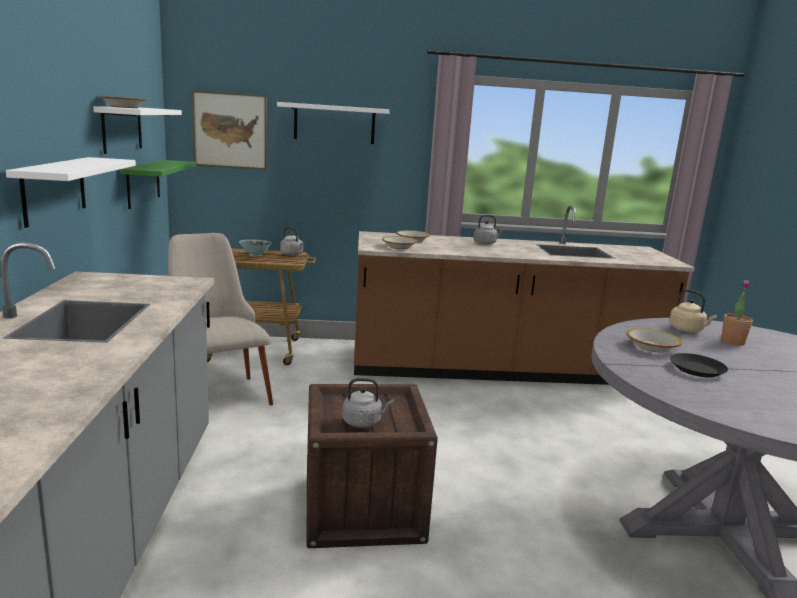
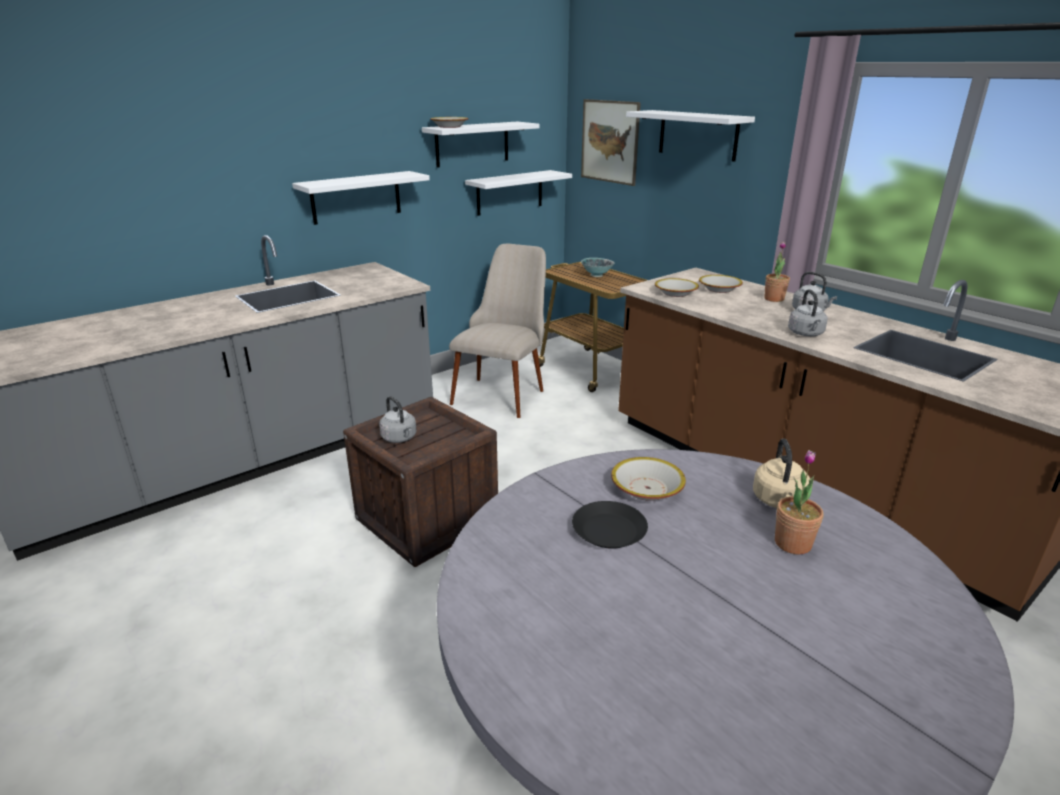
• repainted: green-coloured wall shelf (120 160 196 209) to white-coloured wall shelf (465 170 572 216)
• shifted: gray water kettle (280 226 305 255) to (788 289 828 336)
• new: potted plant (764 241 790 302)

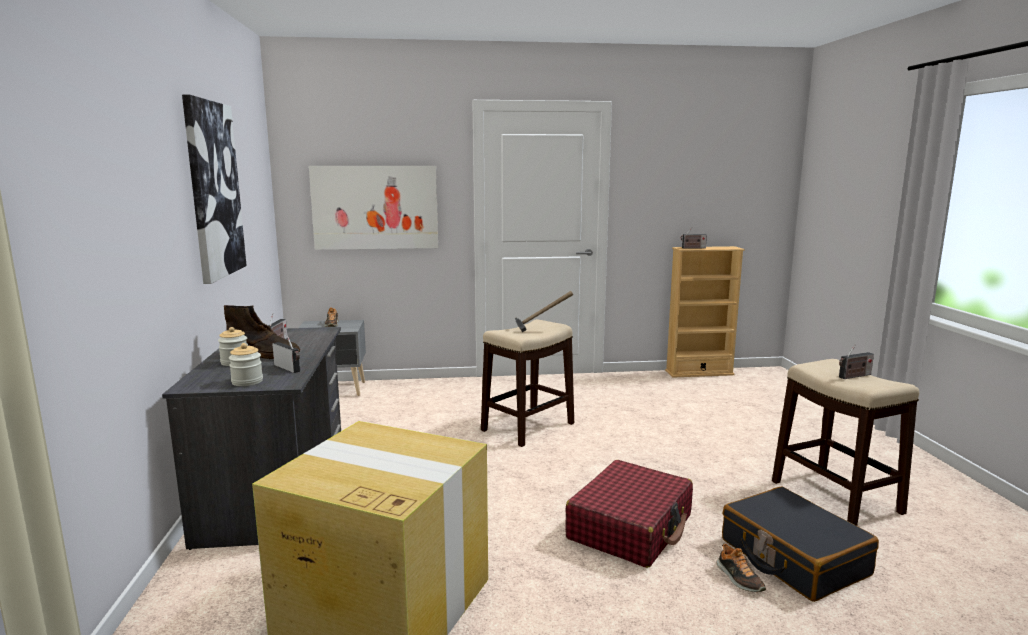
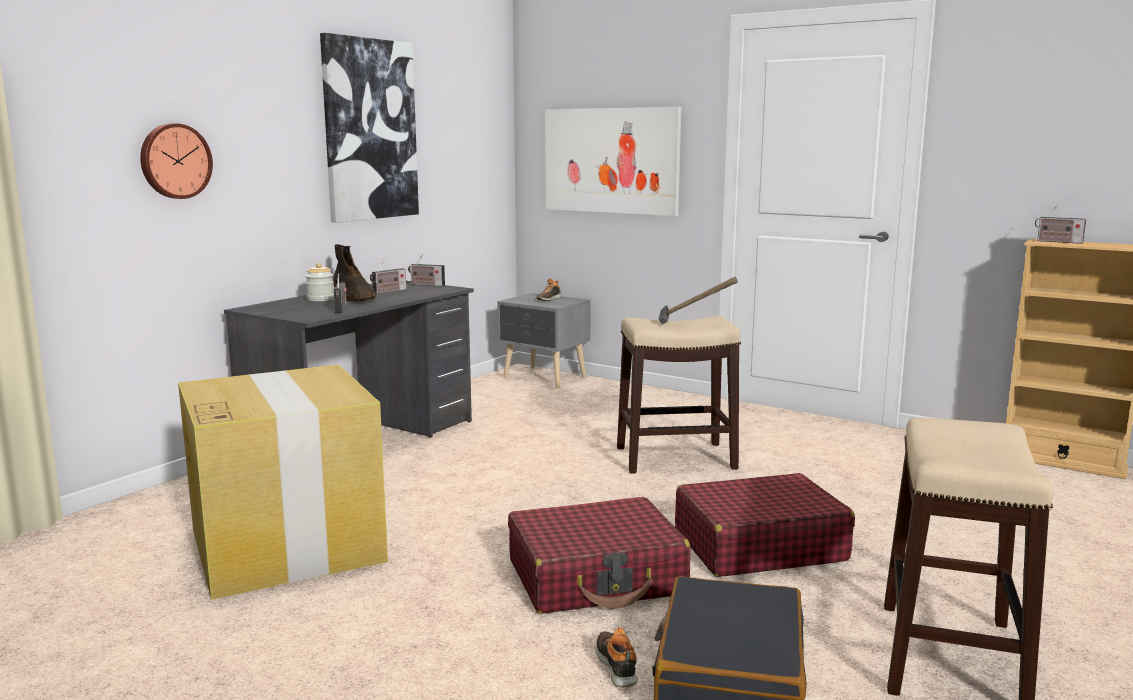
• gone: preserve jar (229 343 263 386)
• shifted: radio set (839 344 874 379) to (408 254 445 287)
• rotated: item of footwear (716 543 766 592) = (595 628 638 687) 150 degrees clockwise
• new: wall clock (140 123 213 199)
• new: red-coloured piece of luggage (675 473 855 577)

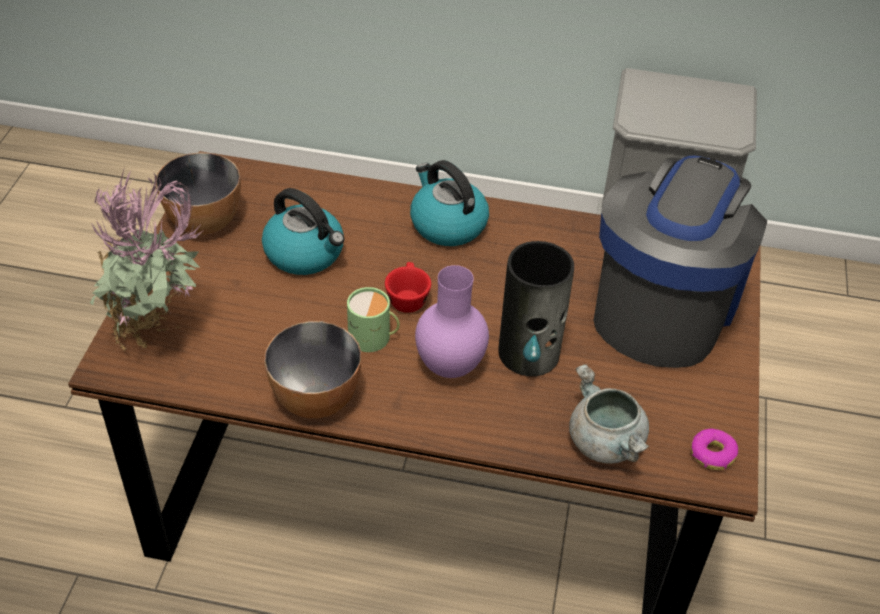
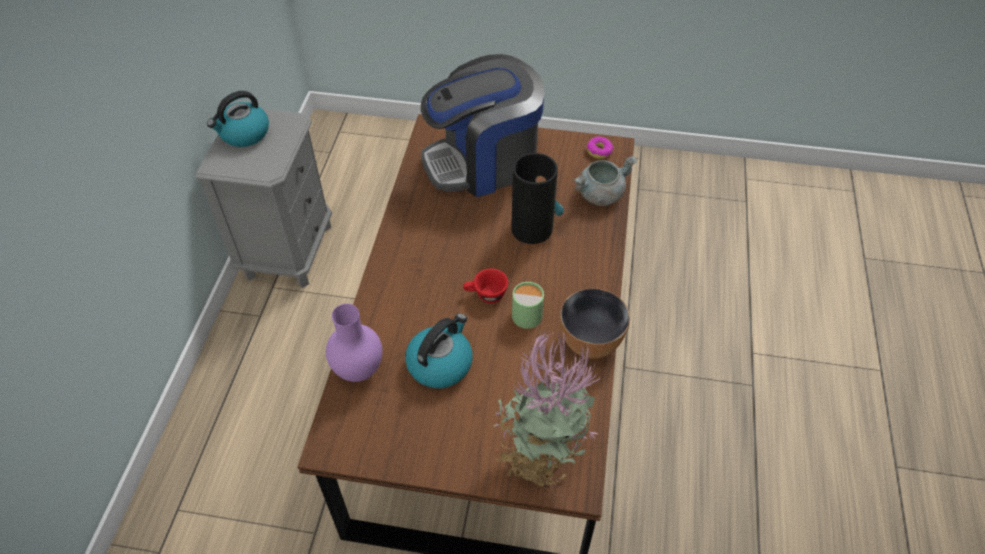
• gone: bowl (156 152 241 235)
• rotated: coffee machine (593 156 767 368) = (421 54 544 197) 45 degrees counterclockwise
• shifted: water kettle (410 160 489 246) to (207 91 269 147)
• shifted: purple-coloured flower vase (415 265 489 378) to (326 304 383 382)

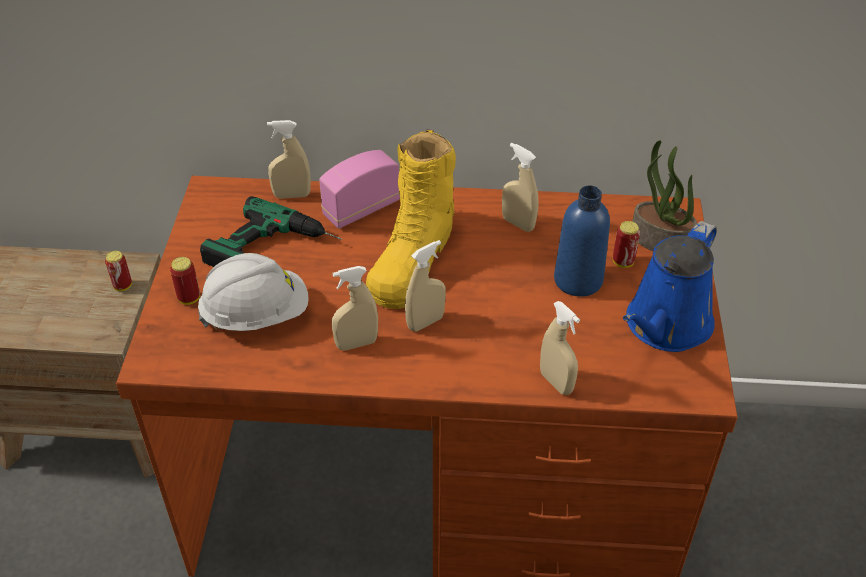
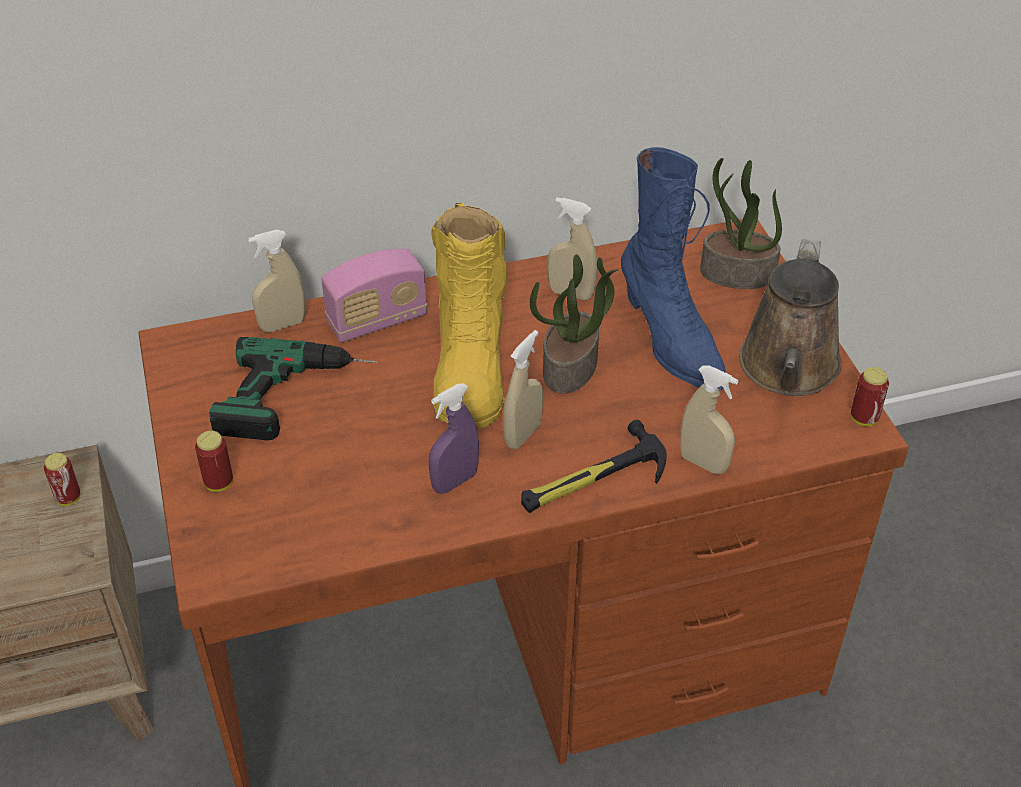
• rotated: radio set (319 150 400 229) = (321 249 427 342) 150 degrees counterclockwise
• swapped: bluish bottle (554 185 610 297) to bluish tall boot (621 147 726 391)
• shifted: can (613 221 640 268) to (851 367 889 426)
• repainted: bluish sprinkling can (623 221 717 352) to brown sprinkling can (739 239 842 396)
• gone: white-coloured work helmet (198 253 309 331)
• repainted: sand-coloured spray bottle (332 266 378 351) to purple-coloured spray bottle (429 383 479 494)
• new: potted plant (530 254 618 394)
• new: hammer (521 420 667 513)

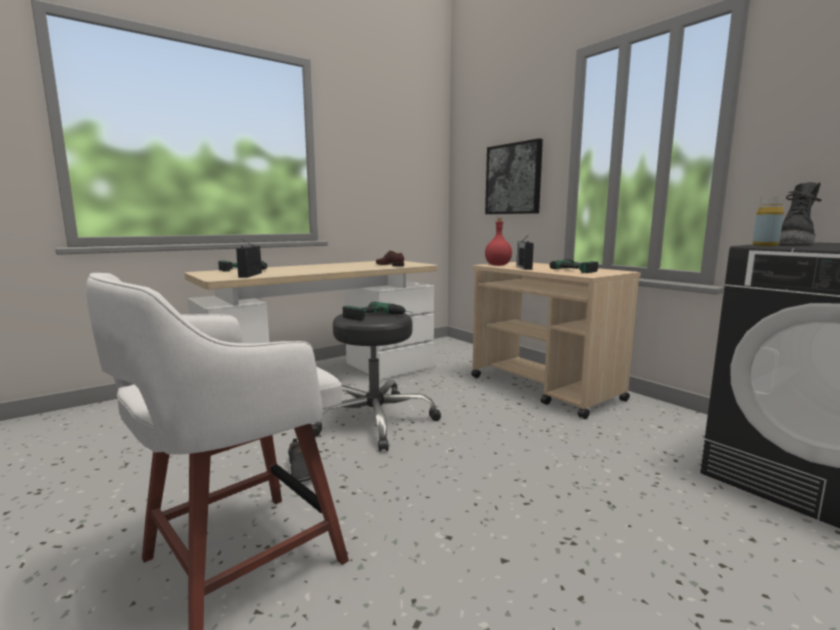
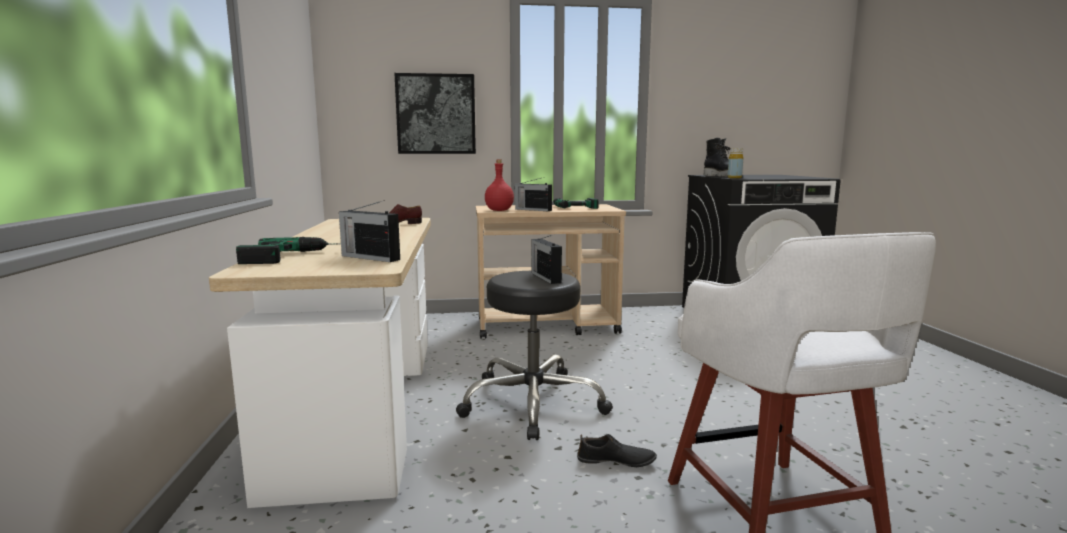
• swapped: electric drill (343 302 413 321) to radio set (532 235 562 284)

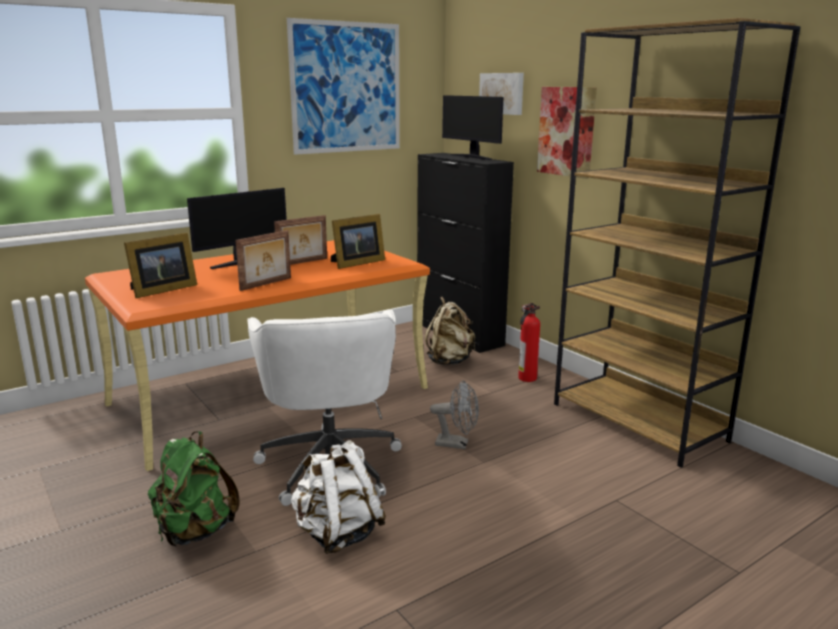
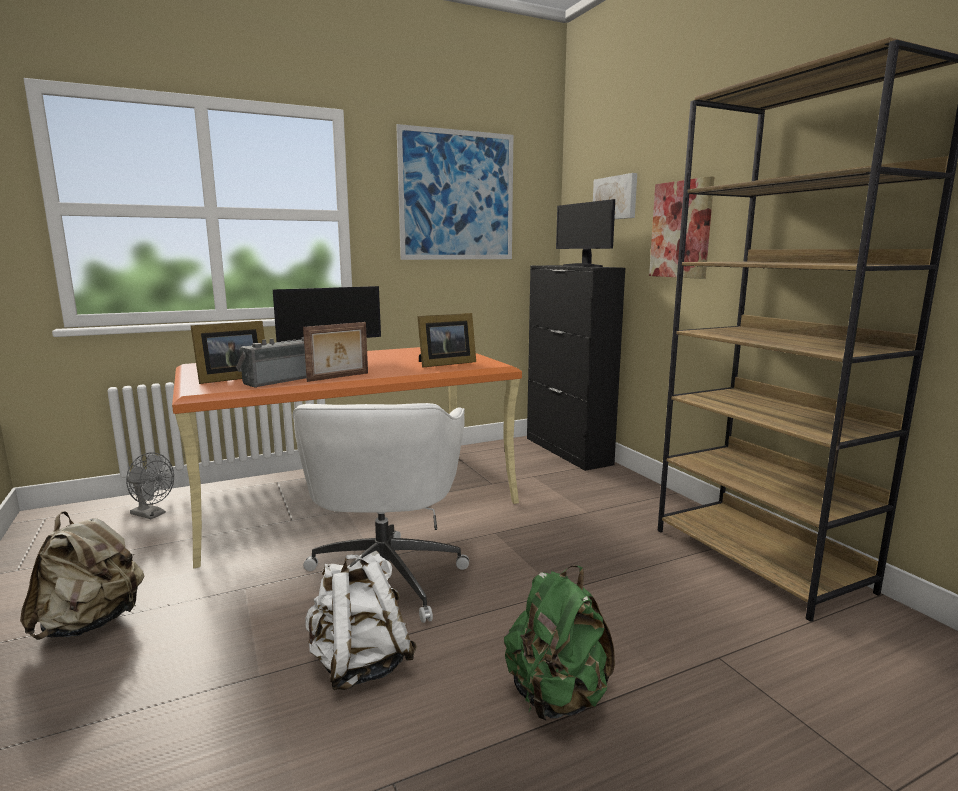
• gone: picture frame (274 215 327 265)
• shifted: sand-coloured backpack (425 297 475 365) to (20 511 144 640)
• gone: fire extinguisher (518 303 540 382)
• shifted: gray fan (430 381 479 449) to (126 452 174 519)
• shifted: green-coloured backpack (148 431 240 546) to (504 566 615 721)
• new: radio set (236 337 306 388)

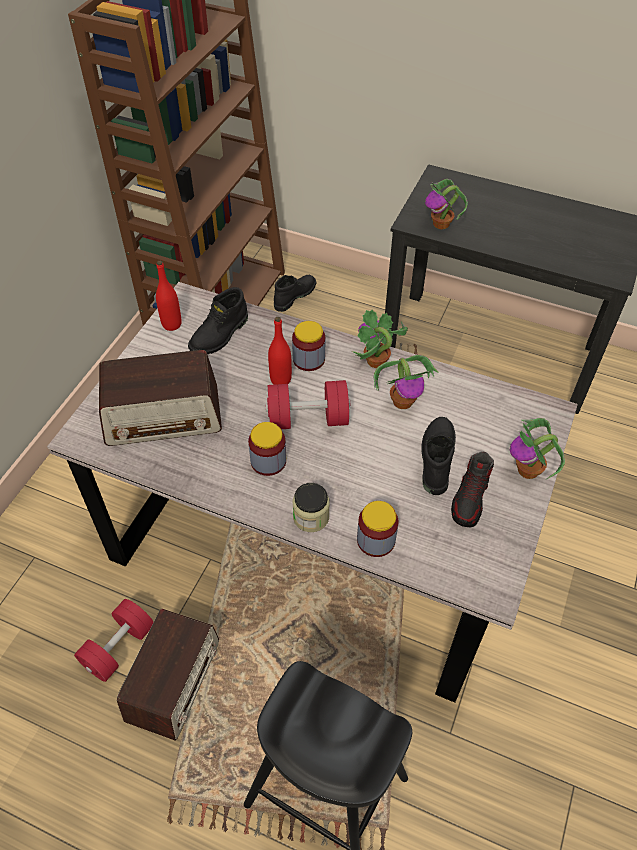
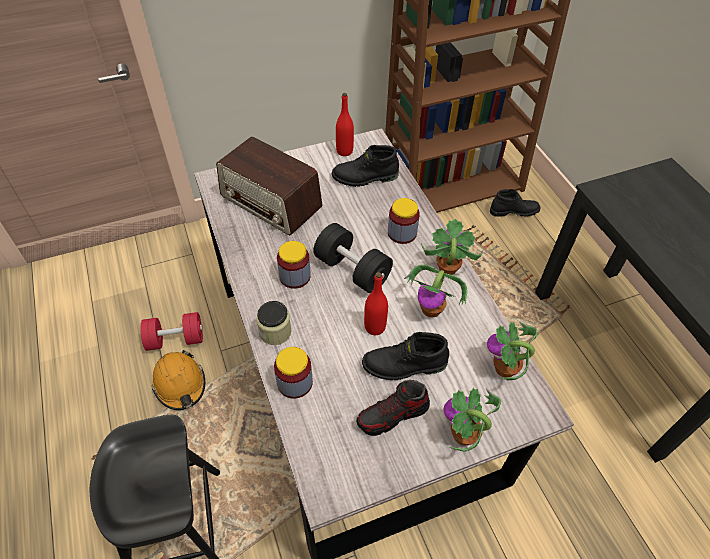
• shifted: potted plant (425 179 468 229) to (487 322 537 380)
• shifted: red-coloured bottle (268 317 292 385) to (364 272 388 335)
• repainted: red-coloured dumbbell (265 380 350 429) to black dumbbell (313 223 393 293)
• rotated: black tall boot (421 417 456 495) = (362 332 449 380) 150 degrees counterclockwise
• swapped: radio set (117 609 219 741) to orange work helmet (152 350 205 410)

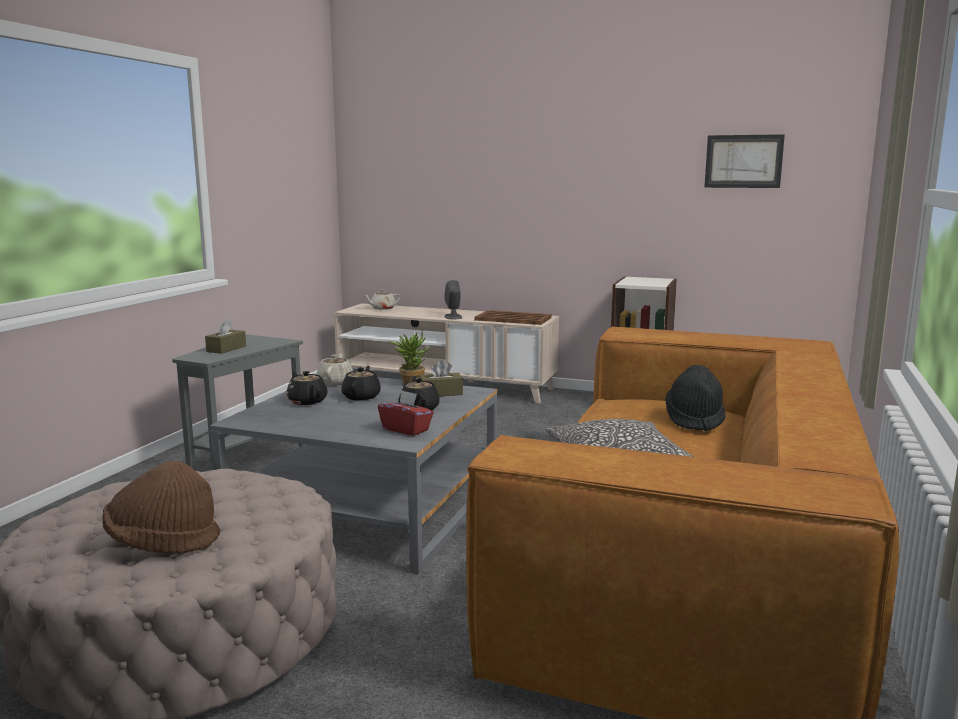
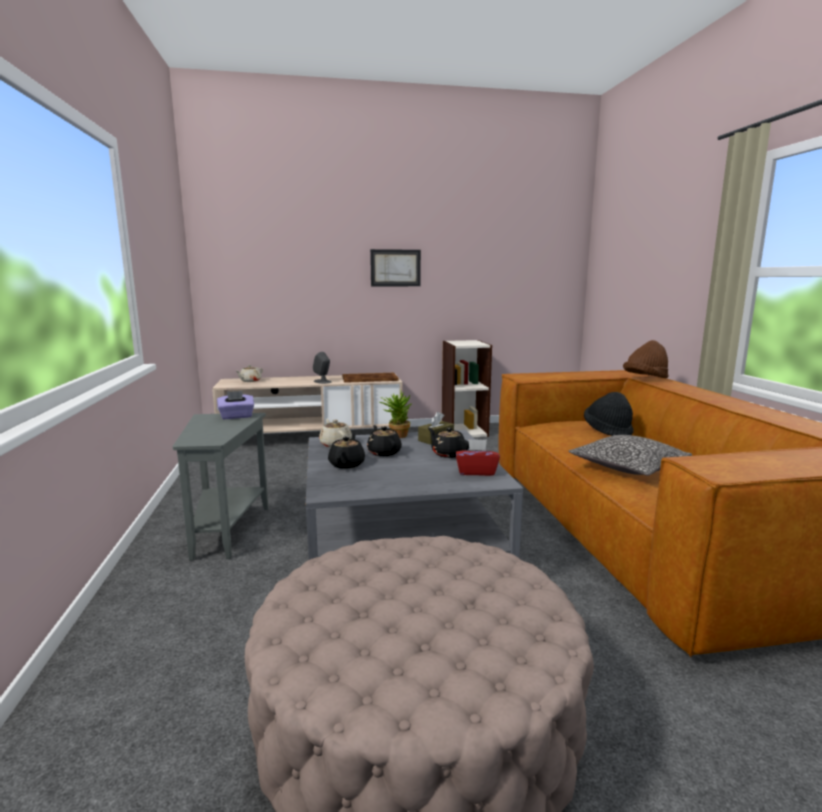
• shifted: wall picture (704 134 785 188) to (370 249 421 286)
• gone: brown tissue holder (205 318 246 354)
• rotated: black pot for tea (287 371 327 405) = (328 434 365 469) 75 degrees clockwise
• shifted: brown wearable hat (102 461 220 553) to (623 340 669 378)
• new: purple-coloured tissue holder (217 391 254 419)

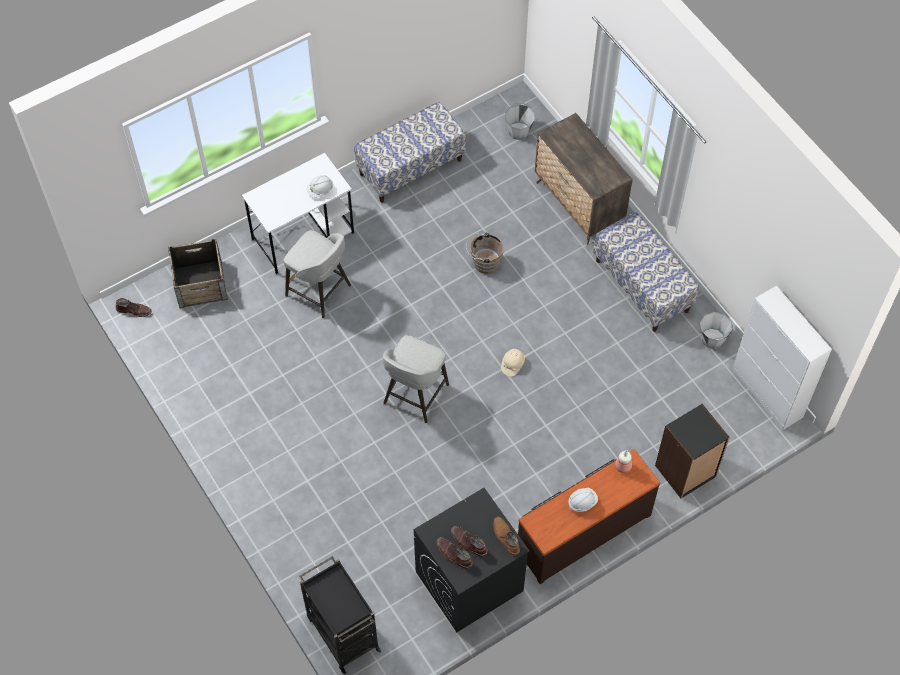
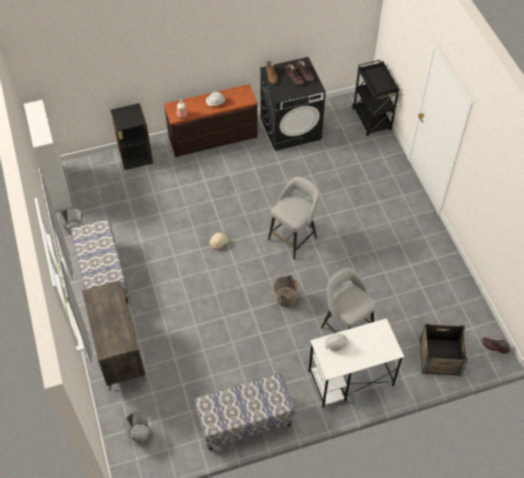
• shifted: brown bucket (466 232 504 274) to (273 275 303 307)

